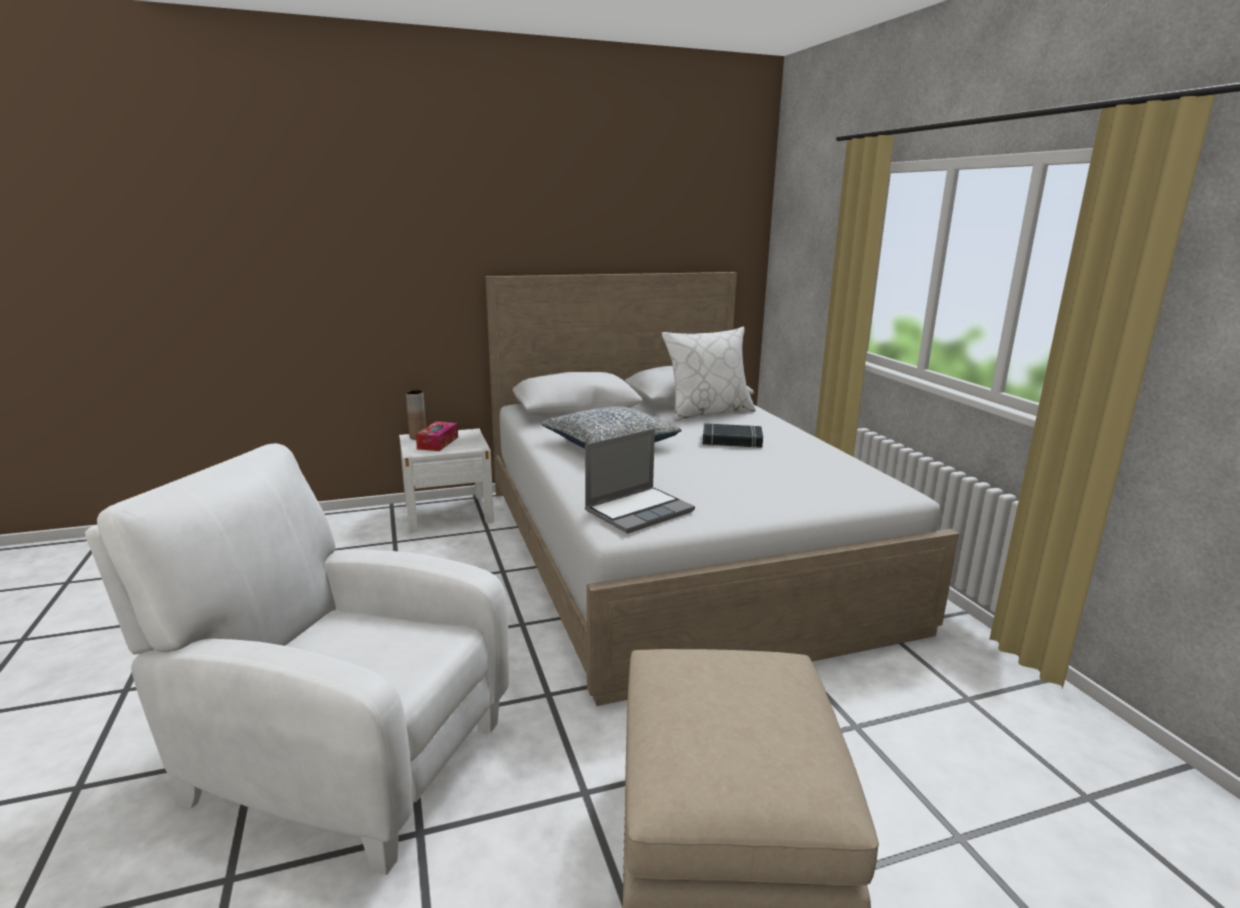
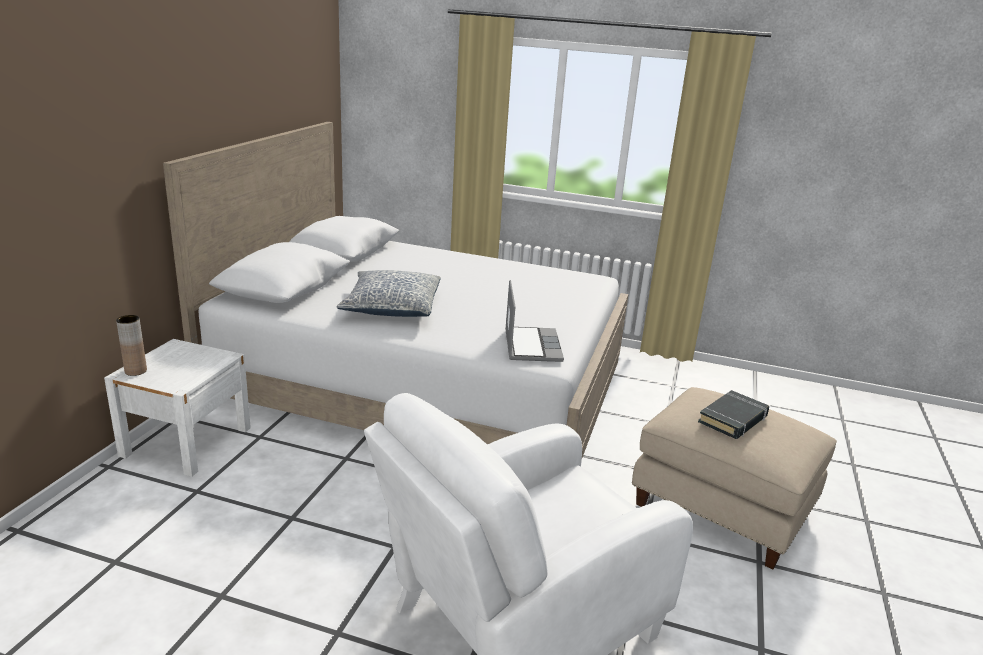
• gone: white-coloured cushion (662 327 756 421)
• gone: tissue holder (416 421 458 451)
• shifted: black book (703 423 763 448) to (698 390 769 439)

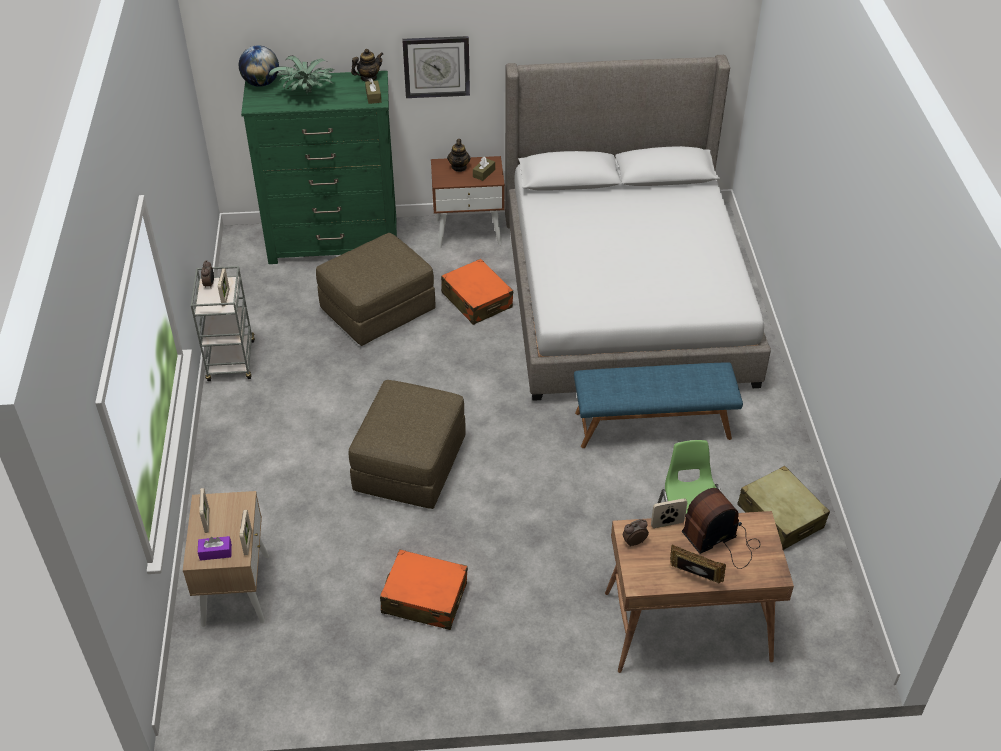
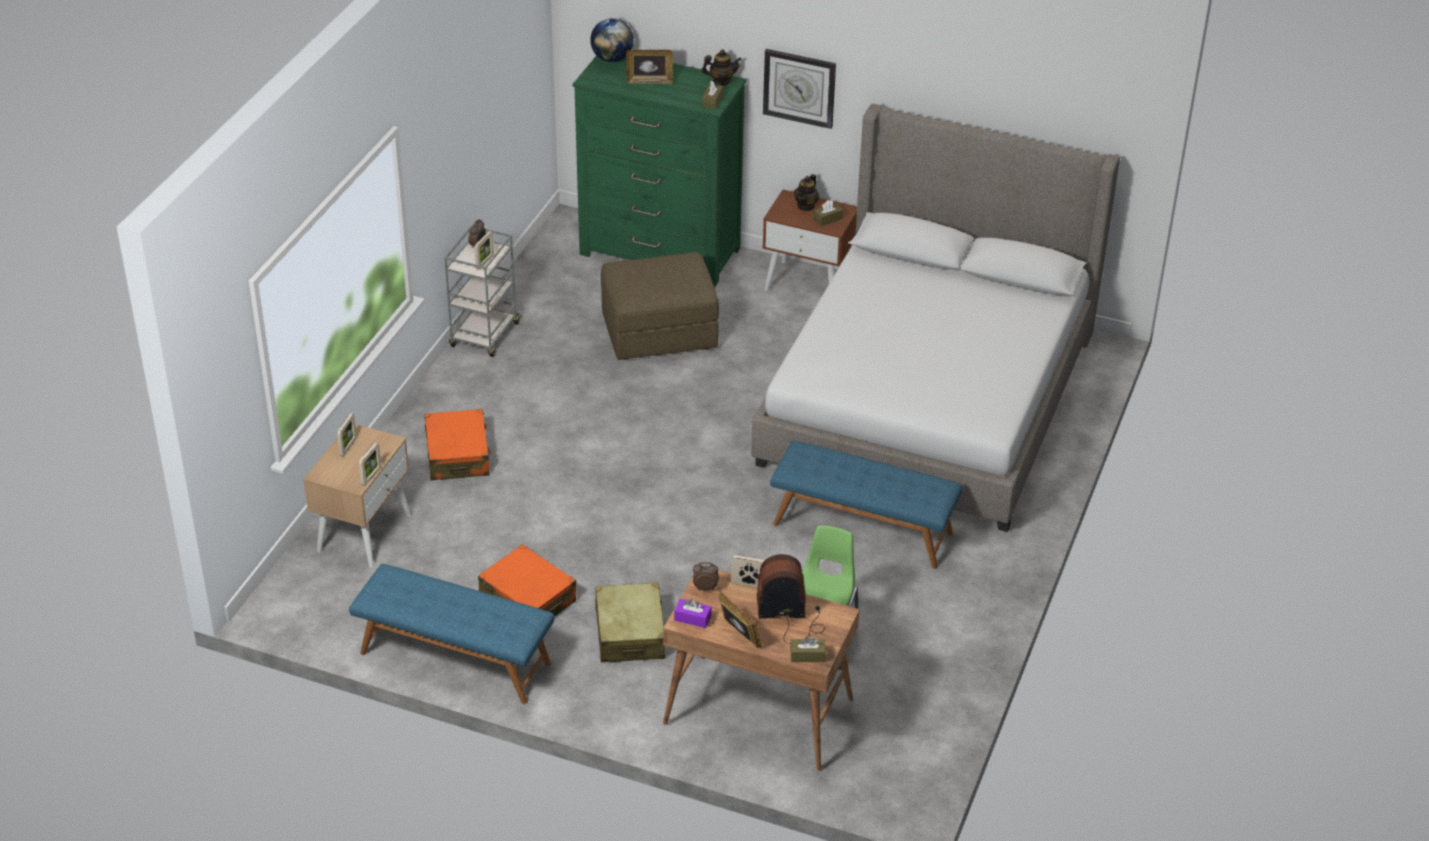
• swapped: potted plant (269 56 334 95) to picture frame (626 50 673 84)
• shifted: orange piece of luggage (441 259 513 325) to (425 409 491 480)
• gone: brown ottoman (349 380 466 509)
• shifted: sand-coloured piece of luggage (737 466 830 550) to (595 583 665 662)
• shifted: purple-coloured tissue holder (198 536 232 561) to (674 599 712 628)
• new: bluish indoor bench (349 564 554 704)
• new: brown tissue holder (790 636 826 662)

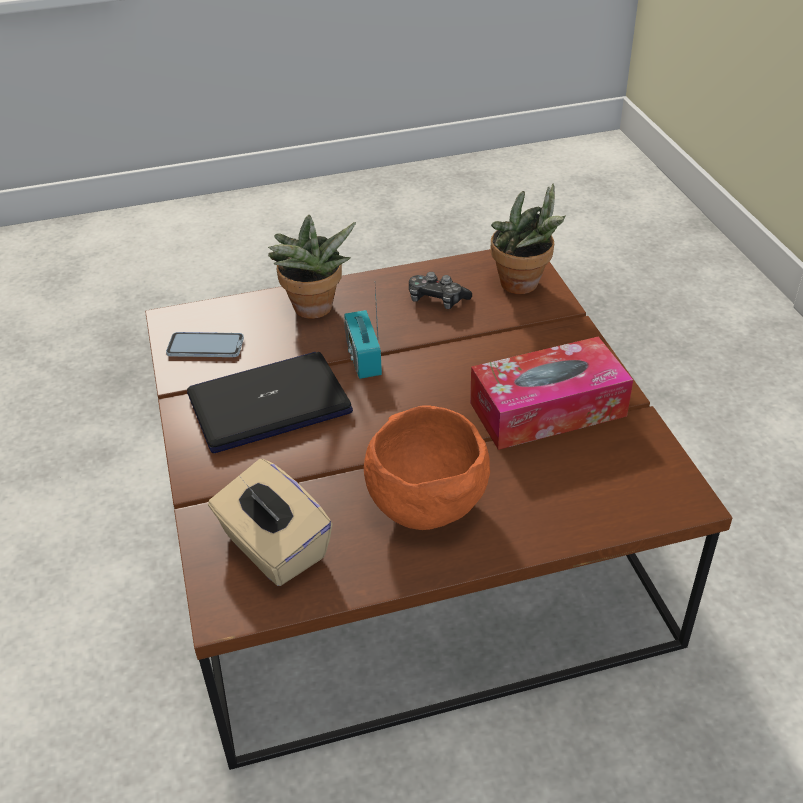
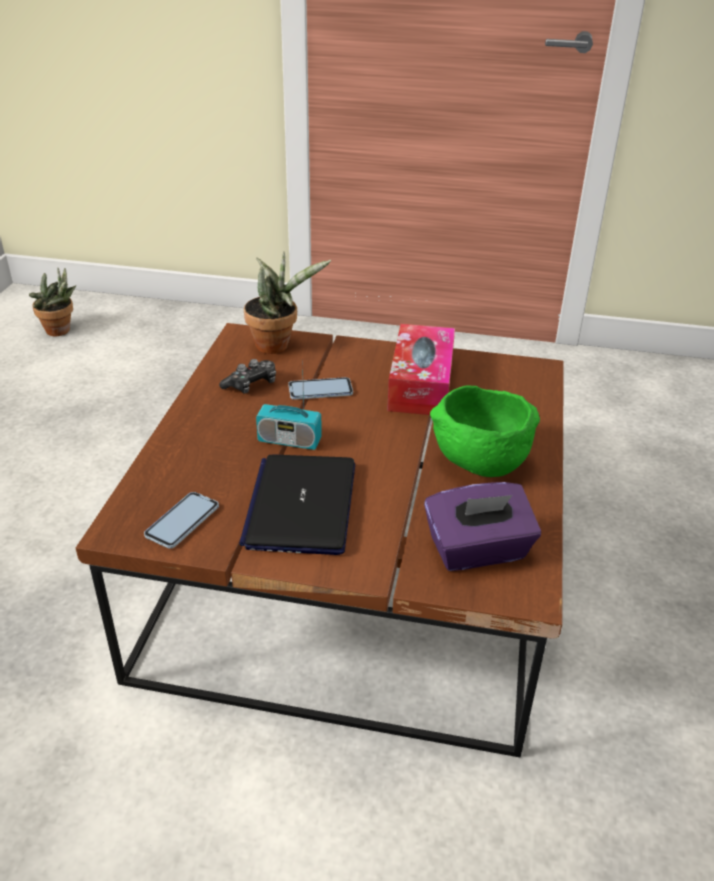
• shifted: potted plant (268 215 356 319) to (29 268 76 336)
• repainted: orange bowl (364 406 490 530) to green-coloured bowl (430 386 540 477)
• repainted: sand-coloured tissue holder (208 459 333 586) to purple-coloured tissue holder (424 482 541 571)
• new: phone (288 377 353 400)

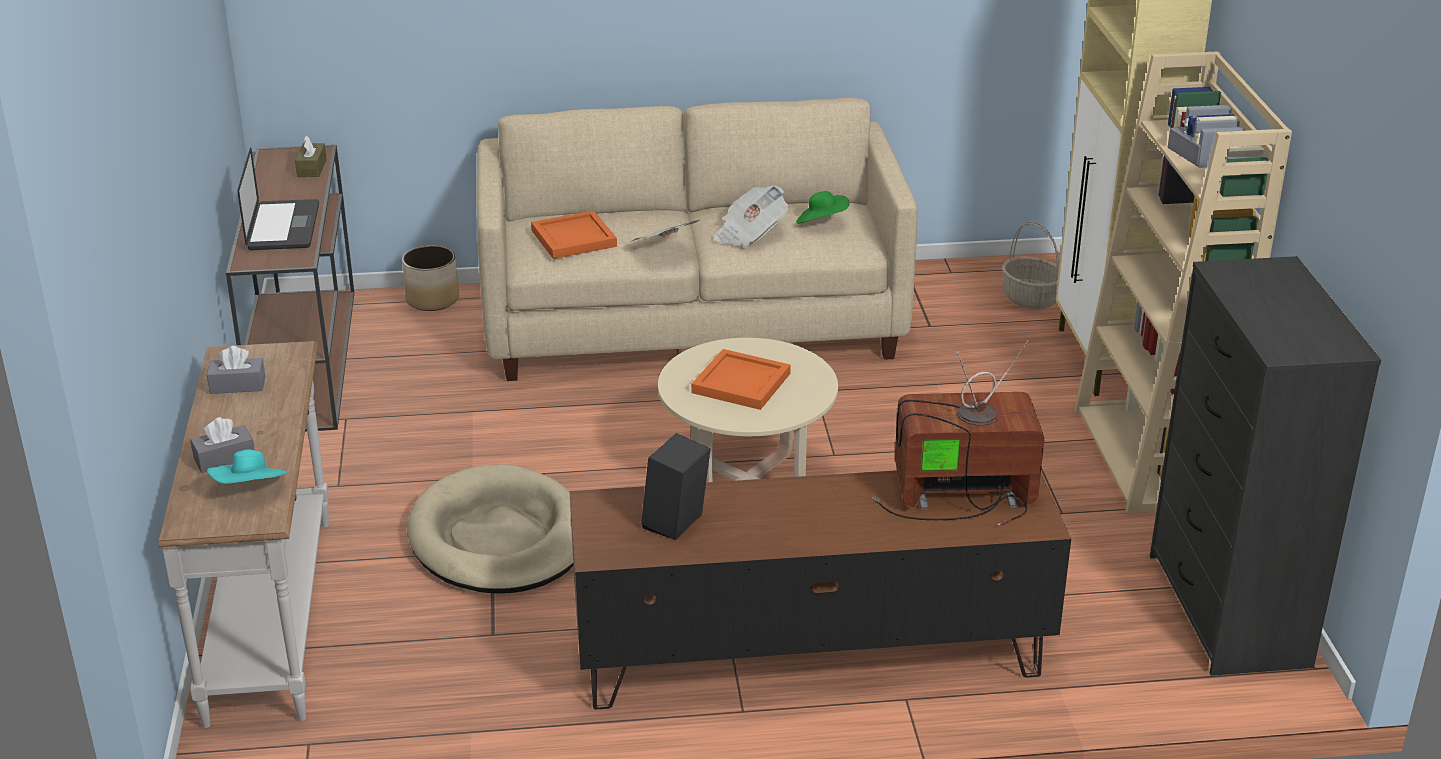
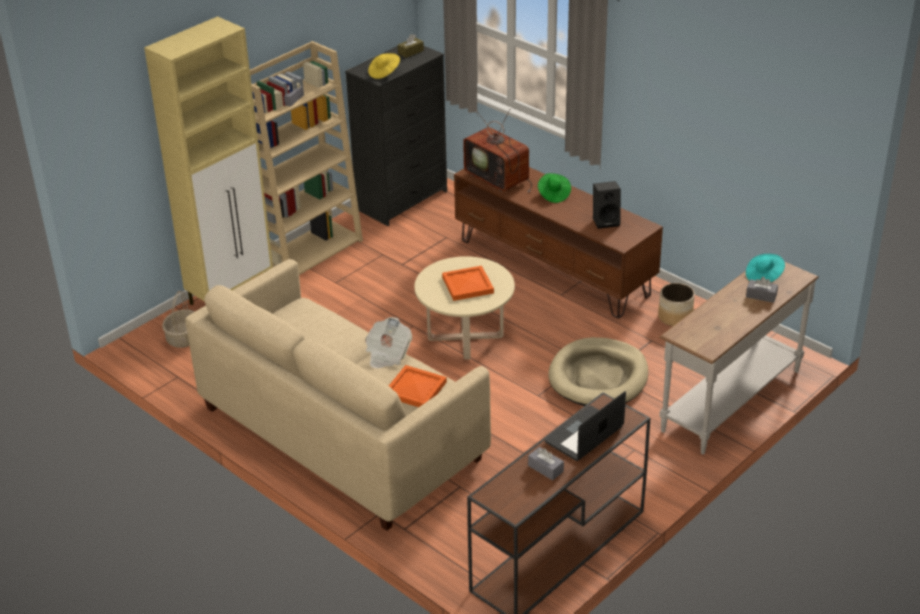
• shifted: brown tissue holder (295 135 327 177) to (398 34 424 58)
• gone: daily paper (714 186 788 247)
• shifted: green-coloured wearable hat (796 191 850 224) to (538 173 571 203)
• shifted: planter (402 246 459 311) to (658 283 695 326)
• shifted: gray tissue holder (207 346 265 394) to (528 447 564 480)
• new: yellowish wearable hat (368 53 400 79)

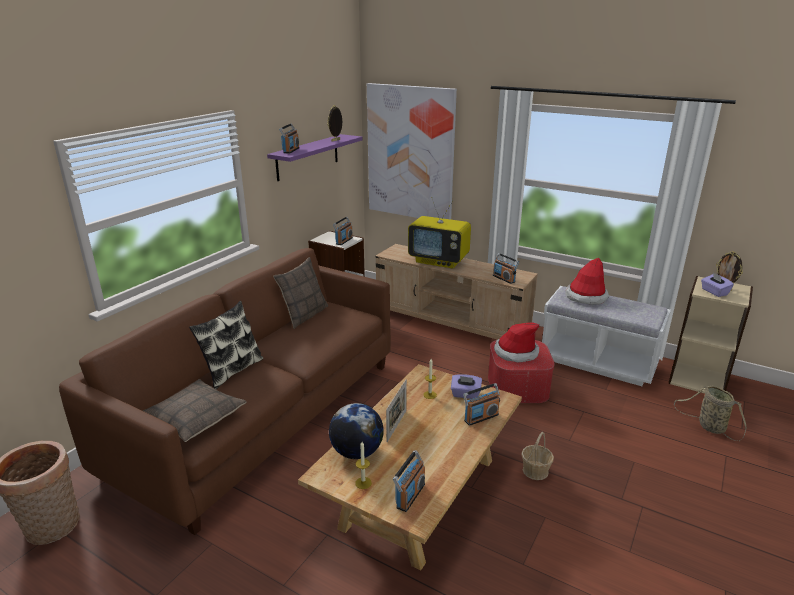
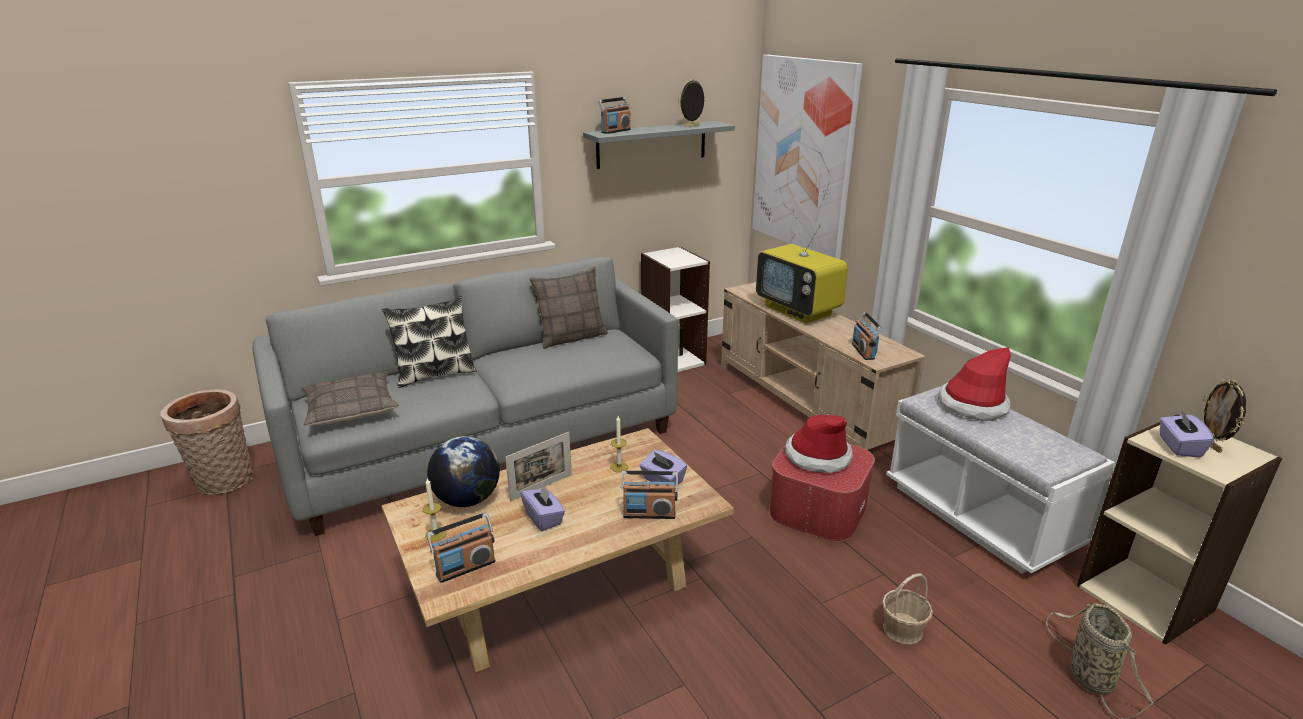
• repainted: purple-coloured wall shelf (267 134 363 181) to gray wall shelf (583 121 735 169)
• gone: radio set (333 217 353 245)
• repainted: brown couch (59 248 391 535) to gray couch (253 257 678 536)
• shifted: household basket (521 432 554 480) to (882 574 933 644)
• new: purple-coloured tissue holder (521 484 565 531)

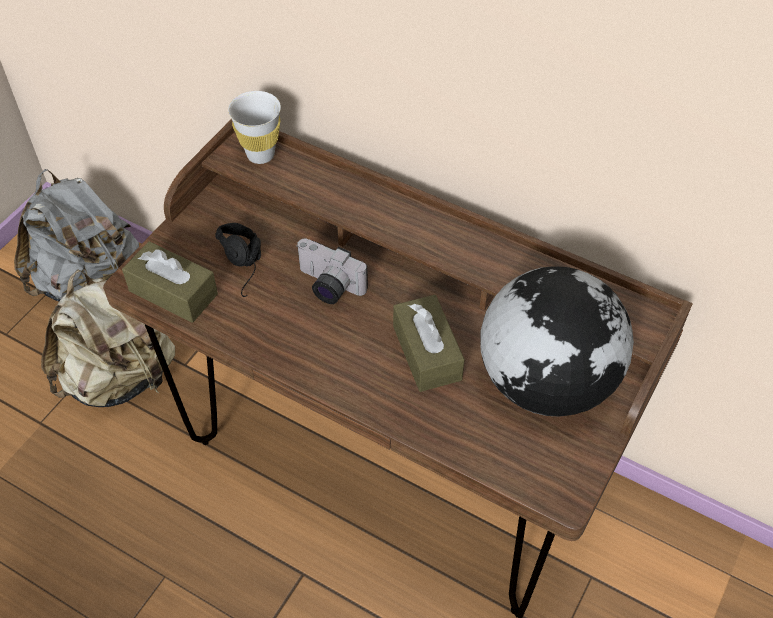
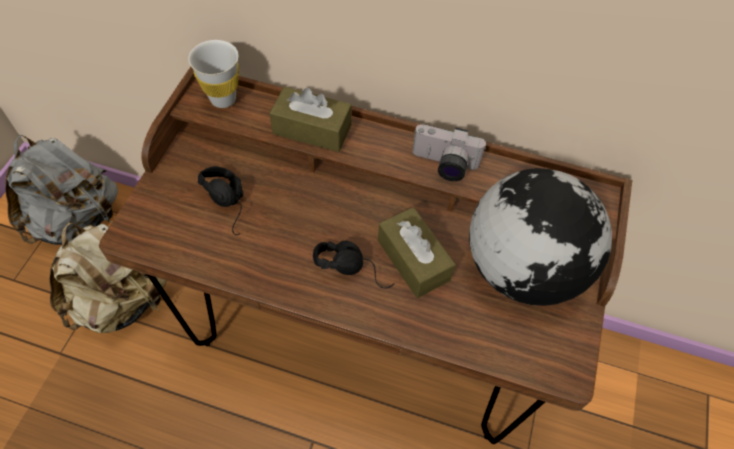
• shifted: photo camera (297 239 368 304) to (412 124 486 181)
• shifted: brown tissue holder (122 241 218 323) to (270 86 352 152)
• new: black headphones (313 241 395 289)

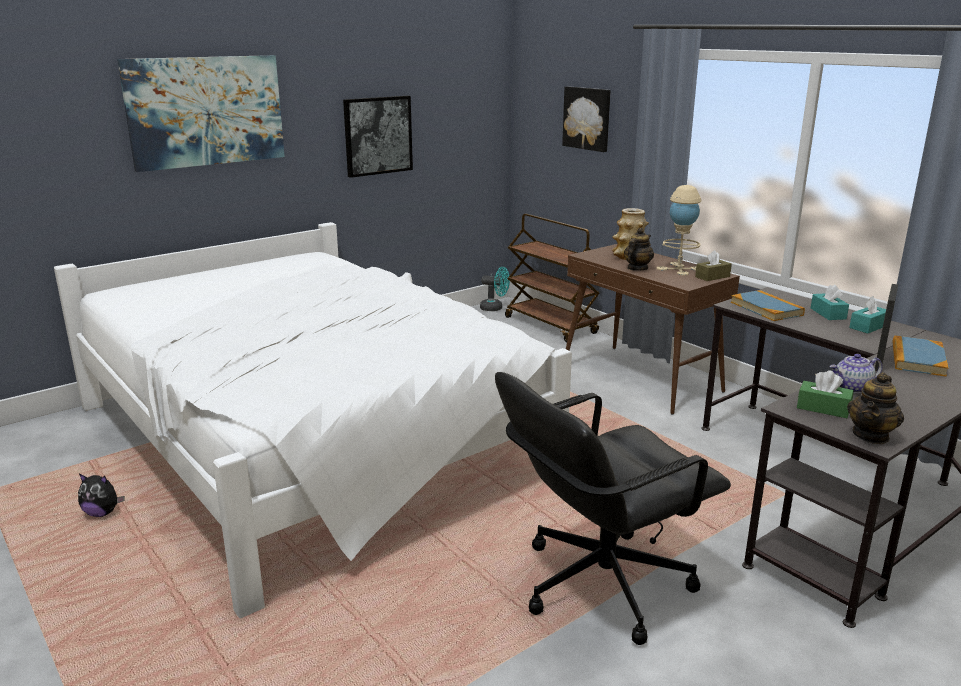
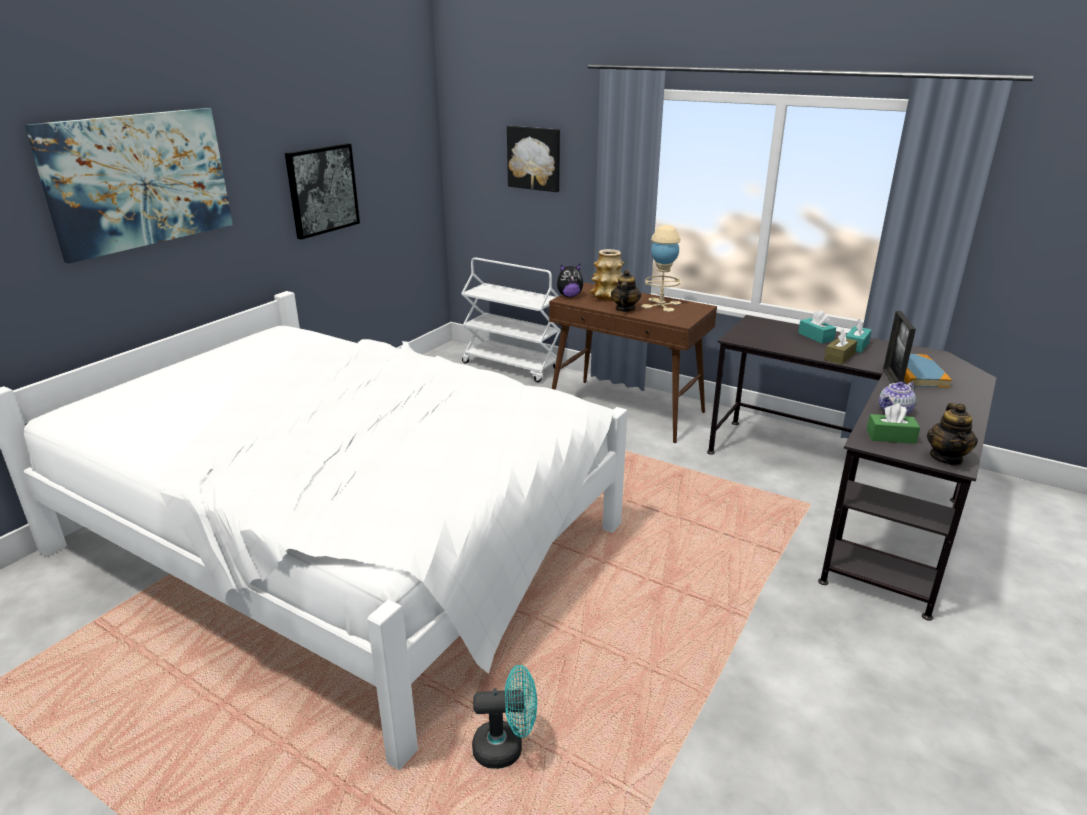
• repainted: brown wheeled cart (505 214 600 342) to white-coloured wheeled cart (461 257 562 382)
• shifted: brown tissue holder (695 250 732 281) to (824 329 857 365)
• shifted: blue-green fan (480 267 510 311) to (472 665 537 769)
• gone: book (731 290 805 321)
• gone: black computer chair (495 372 731 645)
• shifted: cuddly toy (78 474 124 517) to (557 264 583 297)

